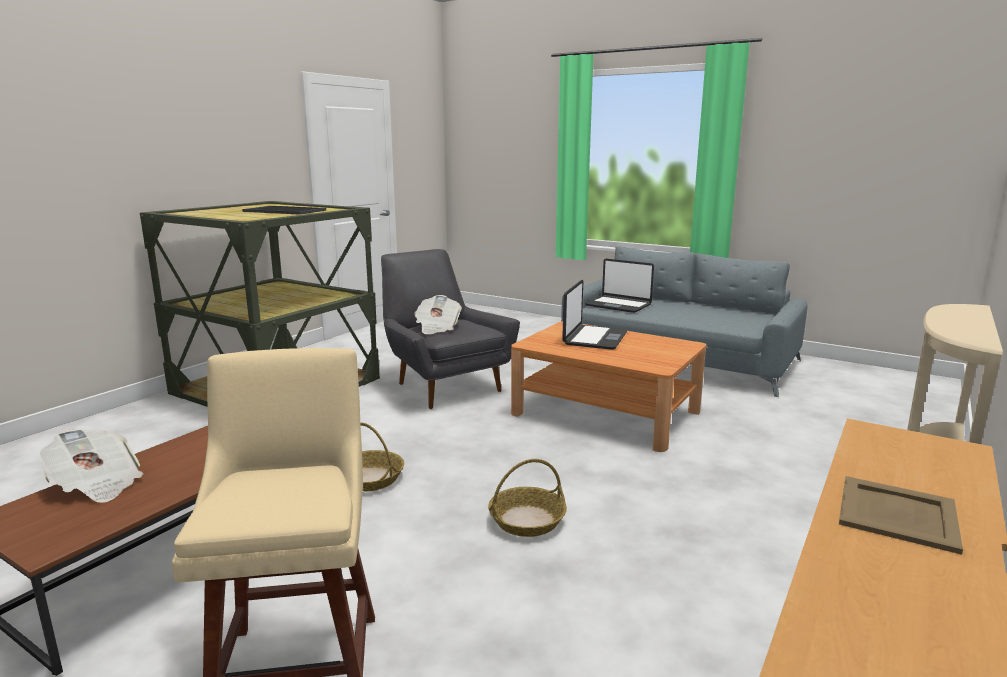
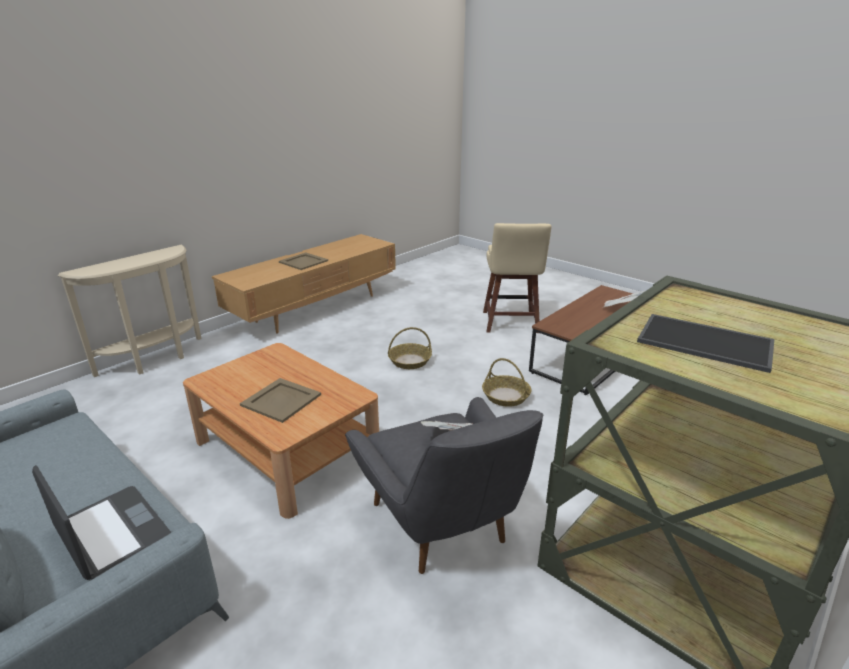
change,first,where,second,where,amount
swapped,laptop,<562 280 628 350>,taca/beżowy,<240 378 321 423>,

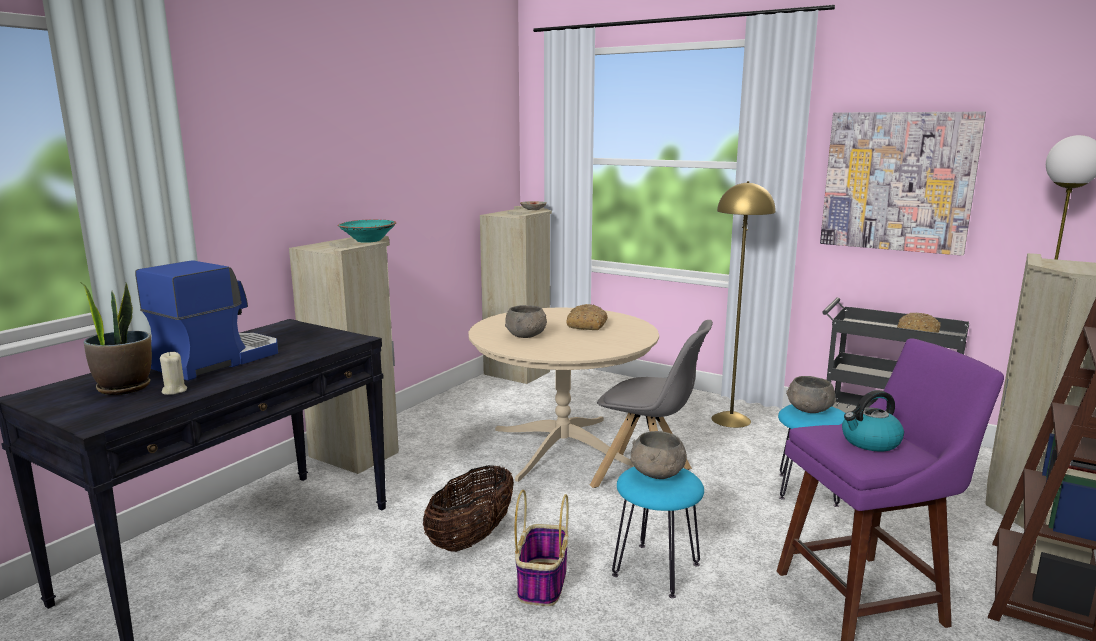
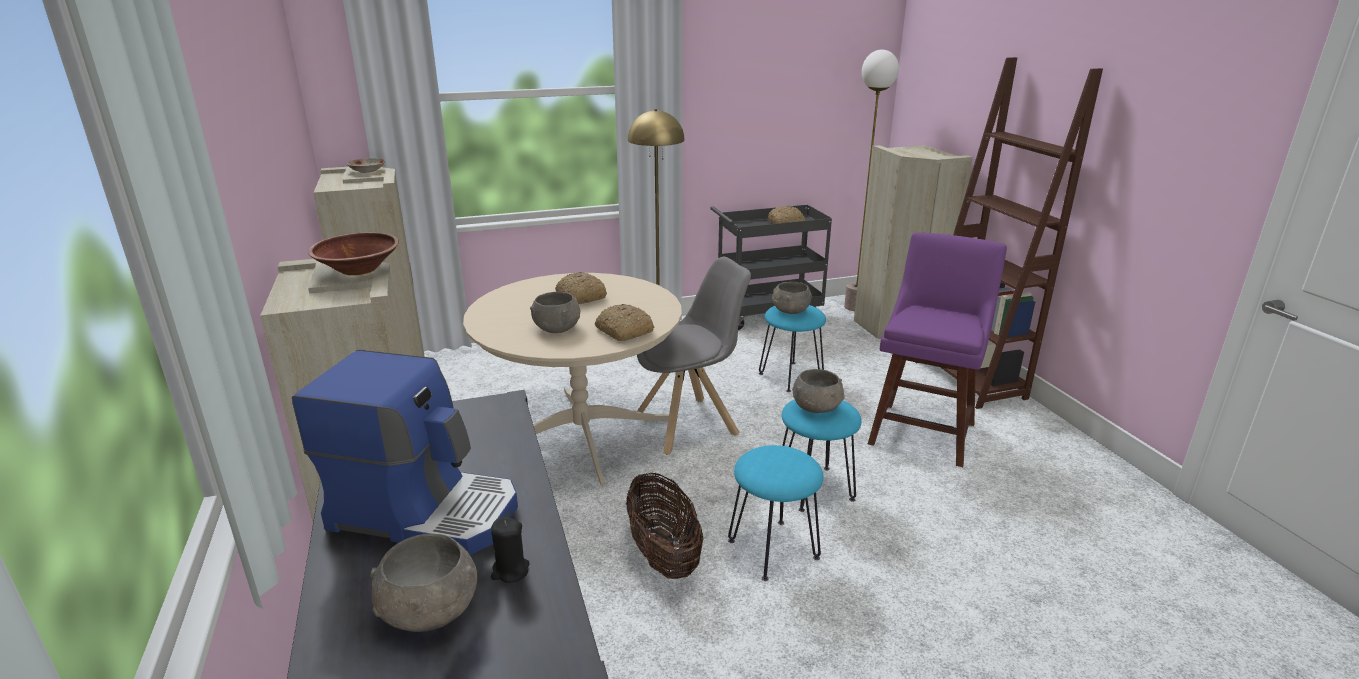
change,first,where,second,where,amount
rotated,ekspres do kawy,<135 260 278 381>,,<292 350 518 555>,120 degrees clockwise
repainted,miska/turkusowy,<338 220 397 243>,miska/brązowy,<308 232 399 275>,
swapped,roślina doniczkowa,<80 282 152 395>,miska/szary,<370 534 477 632>,
repainted,świeca/beżowy,<160 352 187 395>,świeca/czarny,<491 517 530 583>,
new,,,chleb,<595 304 654 341>,
swapped,koszyk,<515 490 568 606>,stołek/turkusowy,<728 445 823 581>,
gone,obraz,<820 112 986 256>,,,
gone,czajnik,<842 390 904 451>,,,

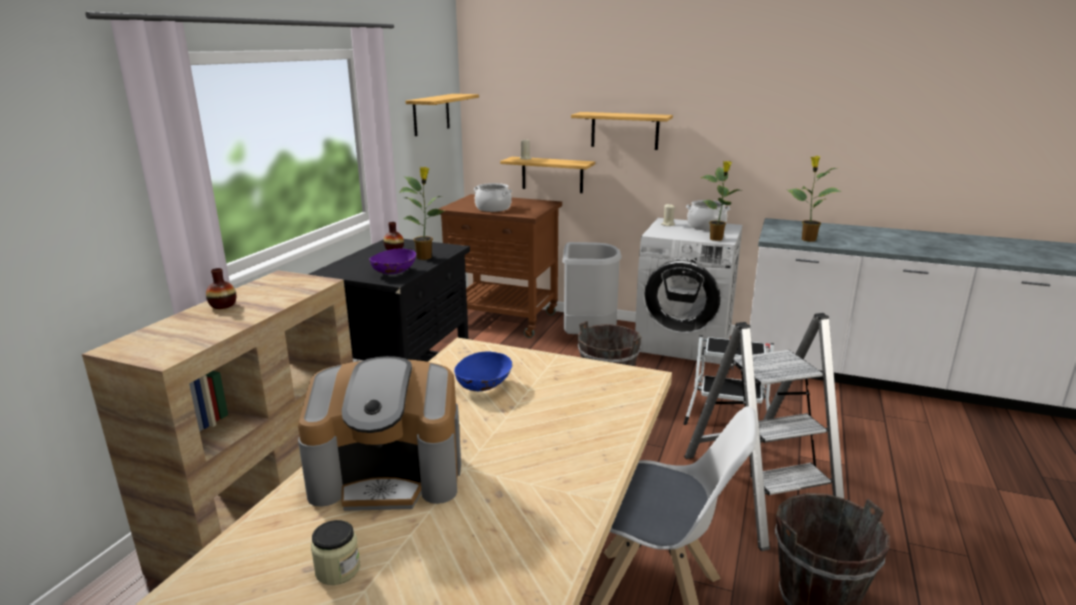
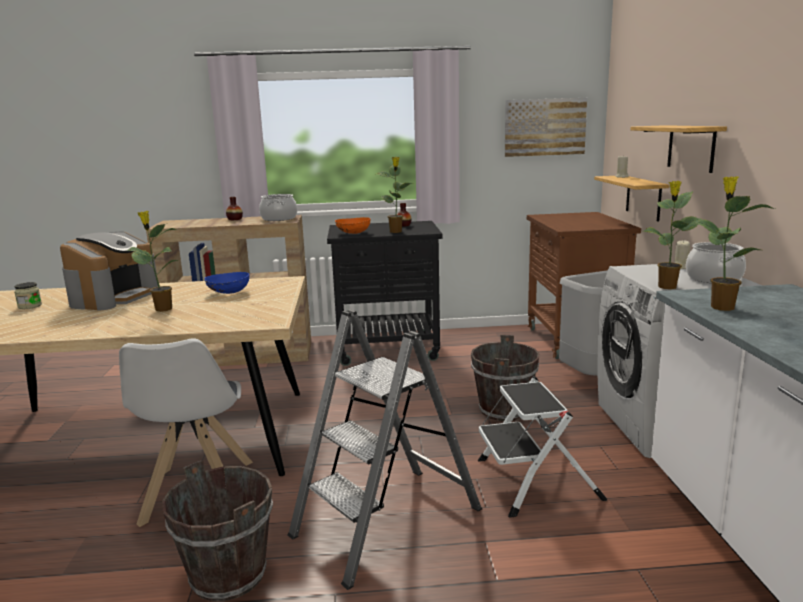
change,first,where,second,where,amount
rotated,ekspres do kawy,<298 356 461 511>,,<60 232 158 310>,135 degrees counterclockwise
new,,,roślina doniczkowa,<126 211 178 312>,
shifted,garnek,<474 183 512 212>,,<259 194 297 221>,
repainted,miska/fioletowy,<370 249 416 274>,miska/pomarańczowy,<335 217 371 234>,
swapped,półka,<405 94 479 136>,obraz,<505 98 587 157>,

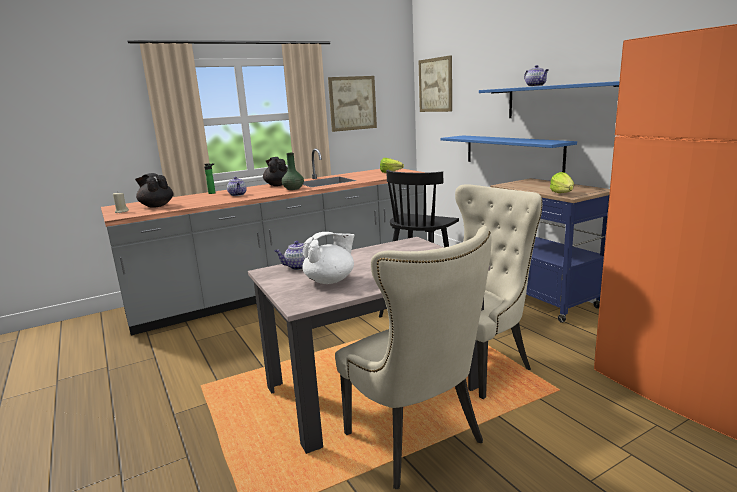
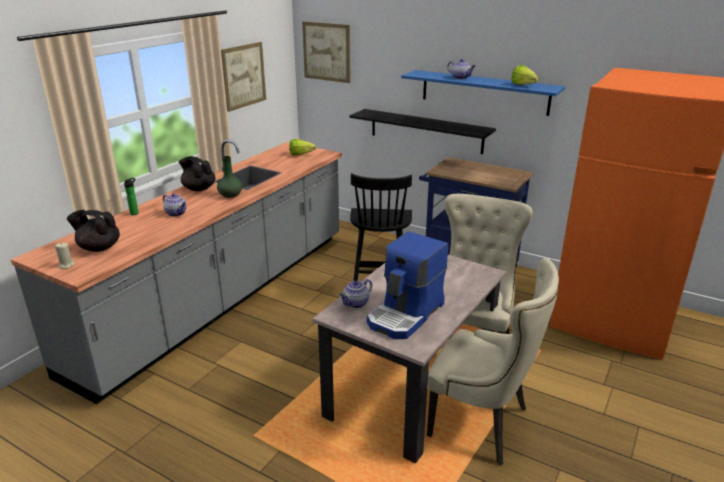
change,first,where,second,where,amount
repainted,półka/niebieski,<441 135 577 173>,półka/czarny,<350 109 496 154>,
swapped,imbryk/biały,<302 232 354 284>,ekspres do kawy,<367 231 448 339>,
shifted,sałata,<550 172 574 193>,,<511 65 538 85>,

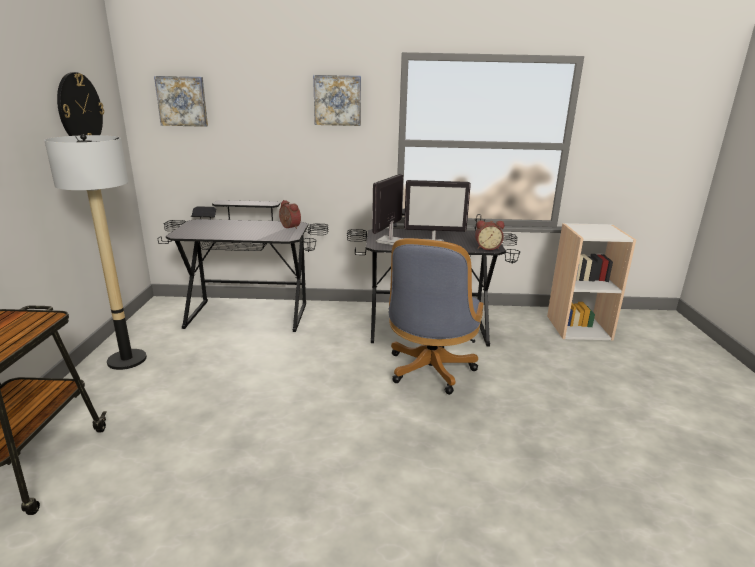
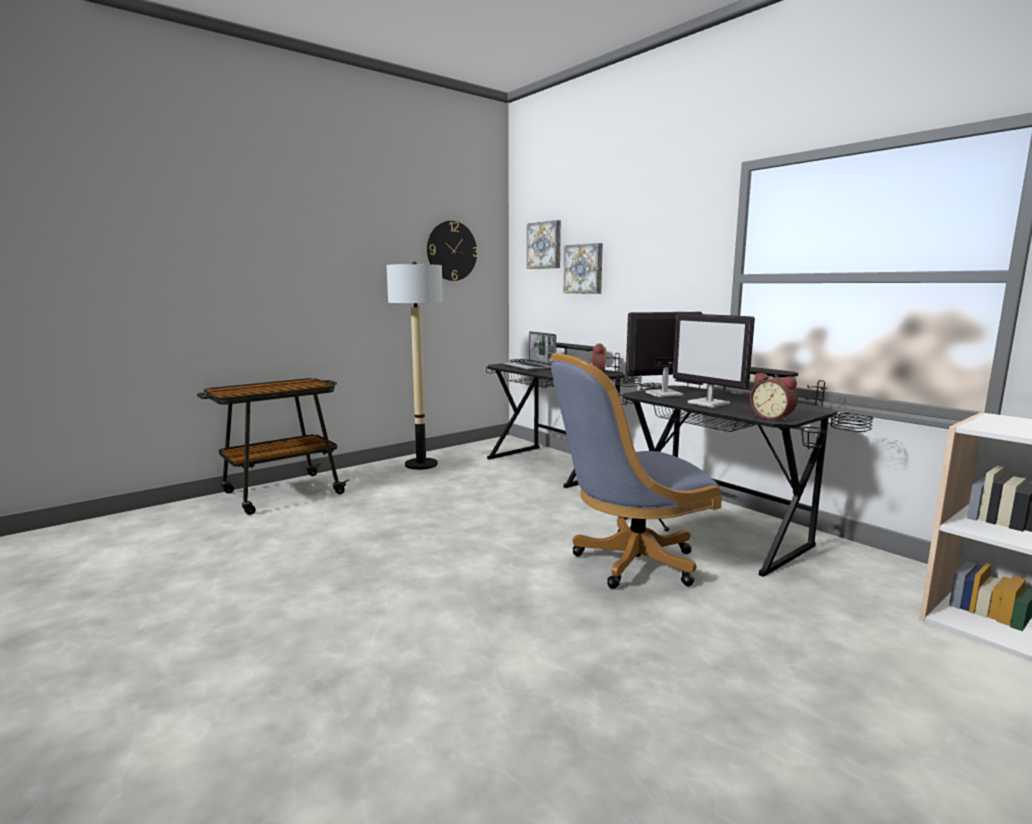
change,first,where,second,where,amount
new,,,laptop,<503 331 556 371>,
shifted,obraz,<313 75 361 126>,,<564 243 603 294>,

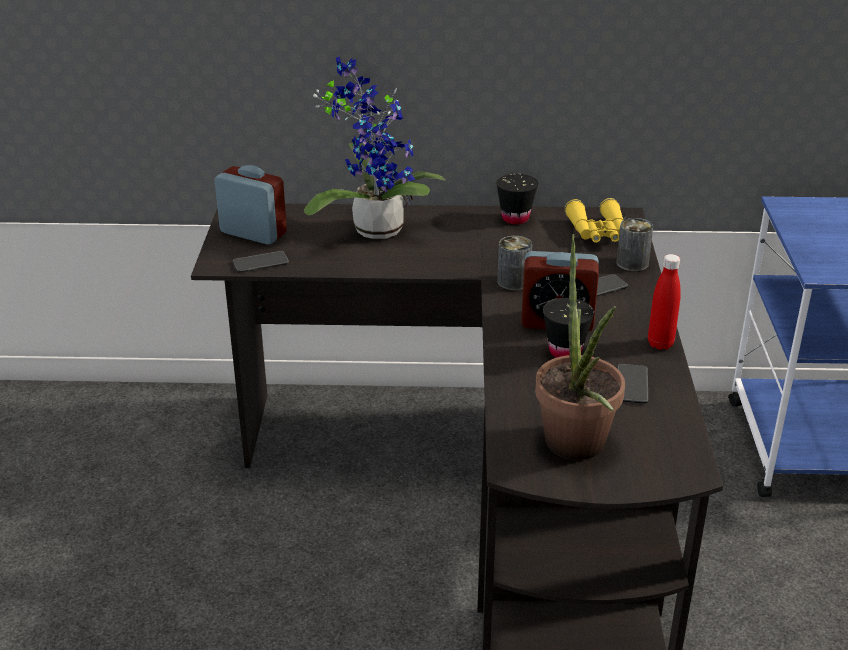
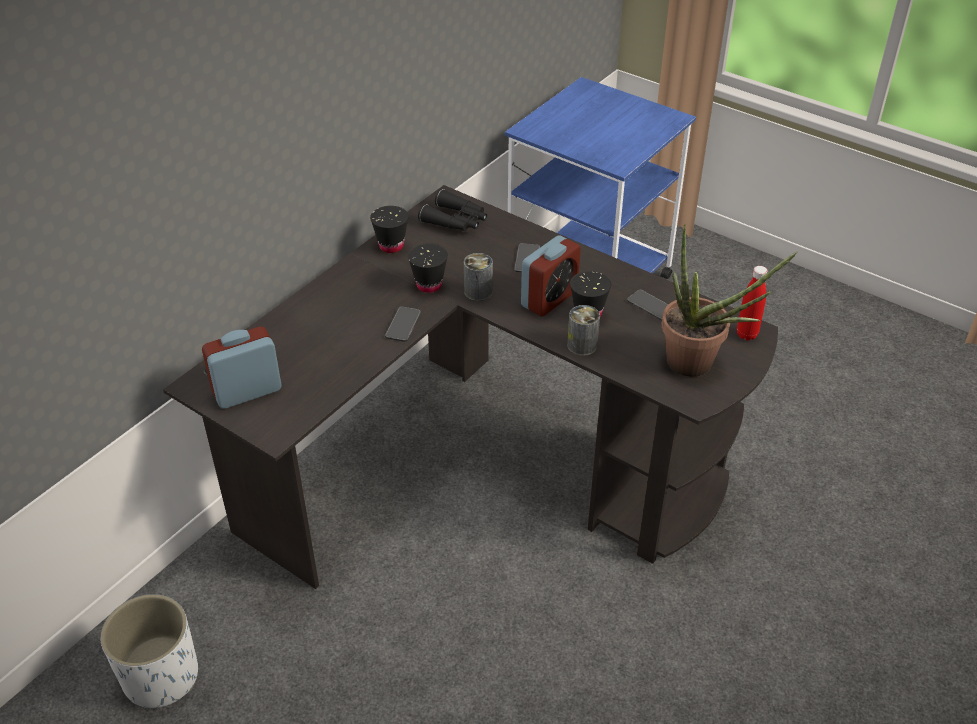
change,first,where,second,where,amount
new,,,donica/biały,<101 594 198 708>,
shifted,telefon,<233 251 289 273>,,<385 307 421 342>,
new,,,filiżanka/czarny,<408 243 448 293>,
repainted,lornetka/żółty,<565 198 623 243>,lornetka/czarny,<418 189 487 231>,
shifted,puszka,<616 218 653 271>,,<567 305 600 356>,
shifted,butelka/czerwony,<648 254 681 350>,,<737 266 767 340>,
gone,roślina doniczkowa,<304 57 445 239>,,,

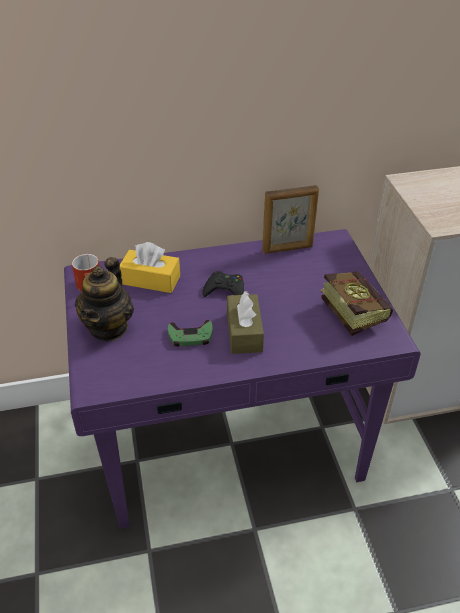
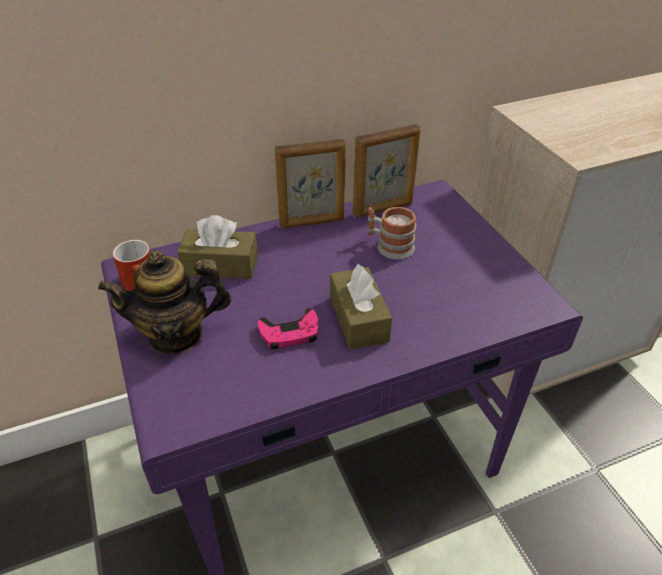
change,first,where,second,where,amount
rotated,imbryk,<75 257 134 341>,,<98 251 232 355>,75 degrees clockwise
repainted,pudełko chusteczek/żółty,<120 242 180 293>,pudełko chusteczek/brązowy,<177 215 258 279>,
repainted,pad do gier/zielony,<168 320 213 347>,pad do gier/różowy,<258 308 318 350>,
new,,,ramka na zdjęcie,<275 139 346 229>,
new,,,kubek,<367 207 416 260>,
gone,pad do gier/czarny,<202 271 244 297>,,,
gone,książka,<321 271 393 336>,,,

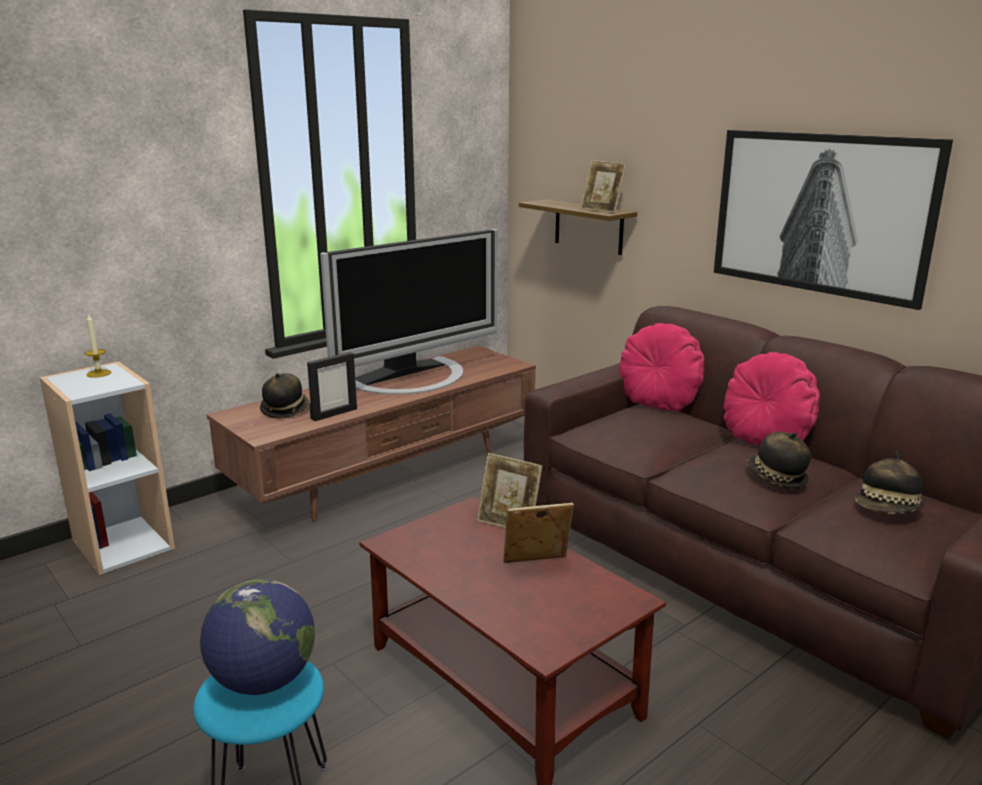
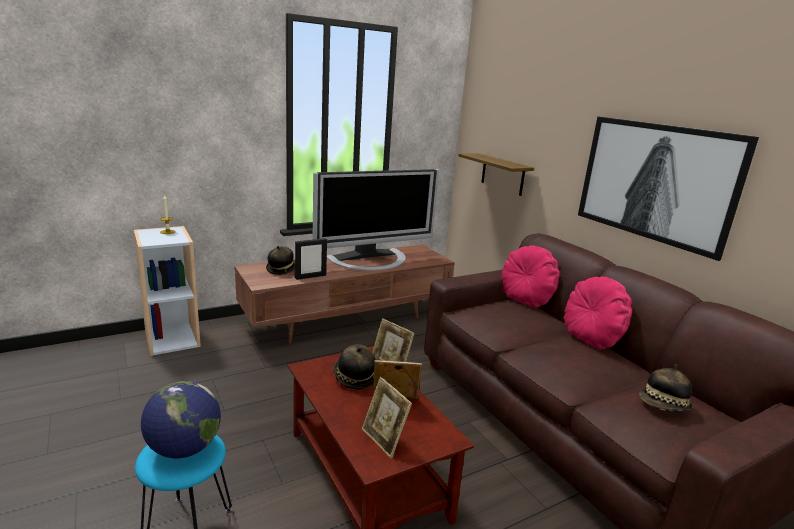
change,first,where,second,where,amount
shifted,kapelusz,<747 431 811 489>,,<333 344 375 390>,
shifted,ramka na zdjęcie,<580 160 627 213>,,<362 377 412 458>,

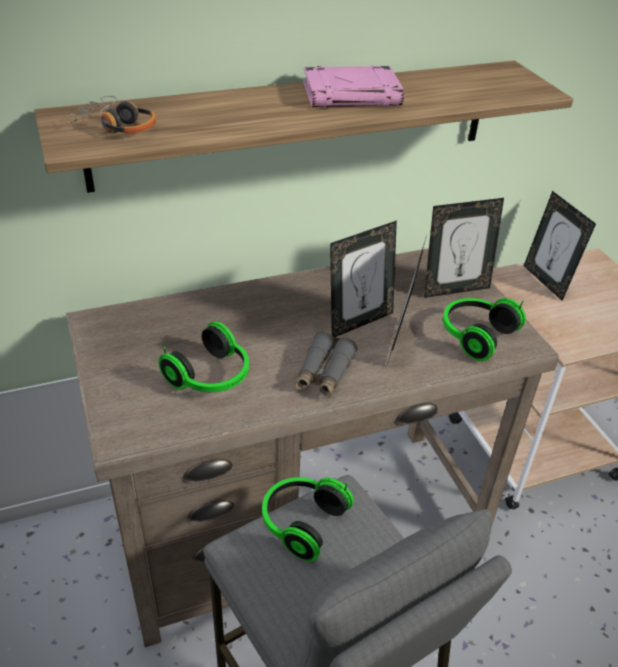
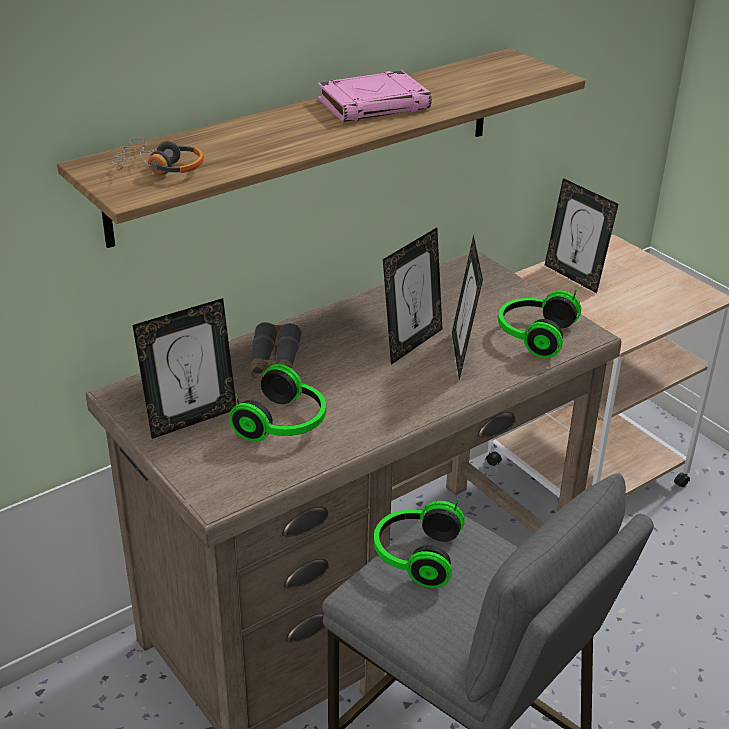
change,first,where,second,where,amount
shifted,ramka na zdjęcie,<424 198 504 298>,,<133 298 236 439>,
shifted,lornetka/szary,<295 332 357 398>,,<250 322 302 378>,

